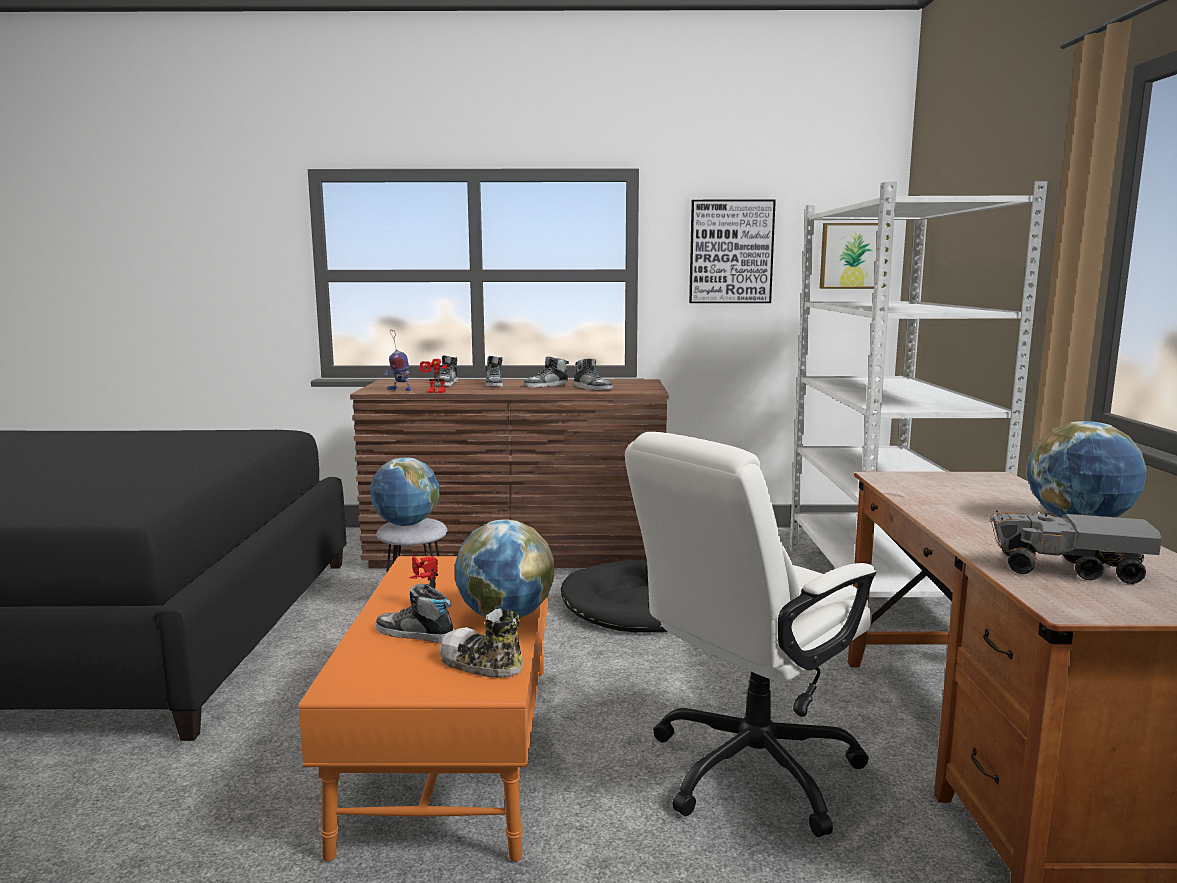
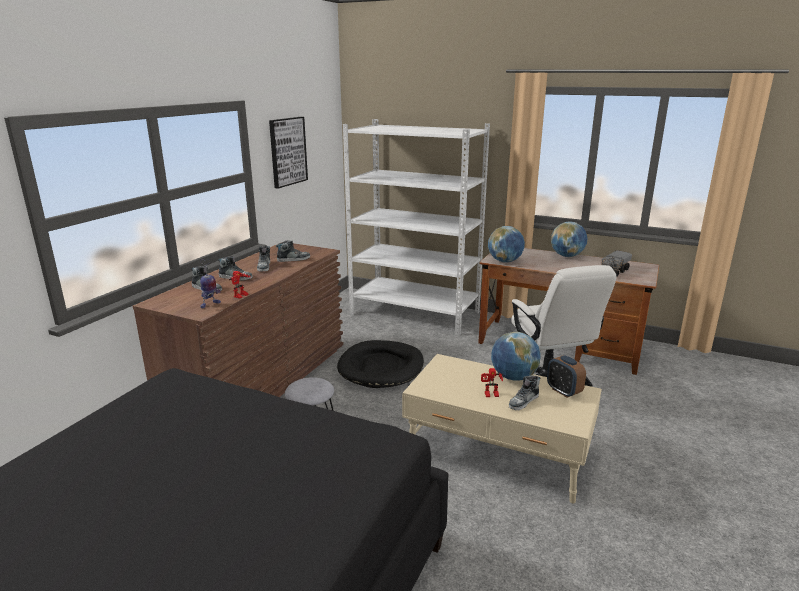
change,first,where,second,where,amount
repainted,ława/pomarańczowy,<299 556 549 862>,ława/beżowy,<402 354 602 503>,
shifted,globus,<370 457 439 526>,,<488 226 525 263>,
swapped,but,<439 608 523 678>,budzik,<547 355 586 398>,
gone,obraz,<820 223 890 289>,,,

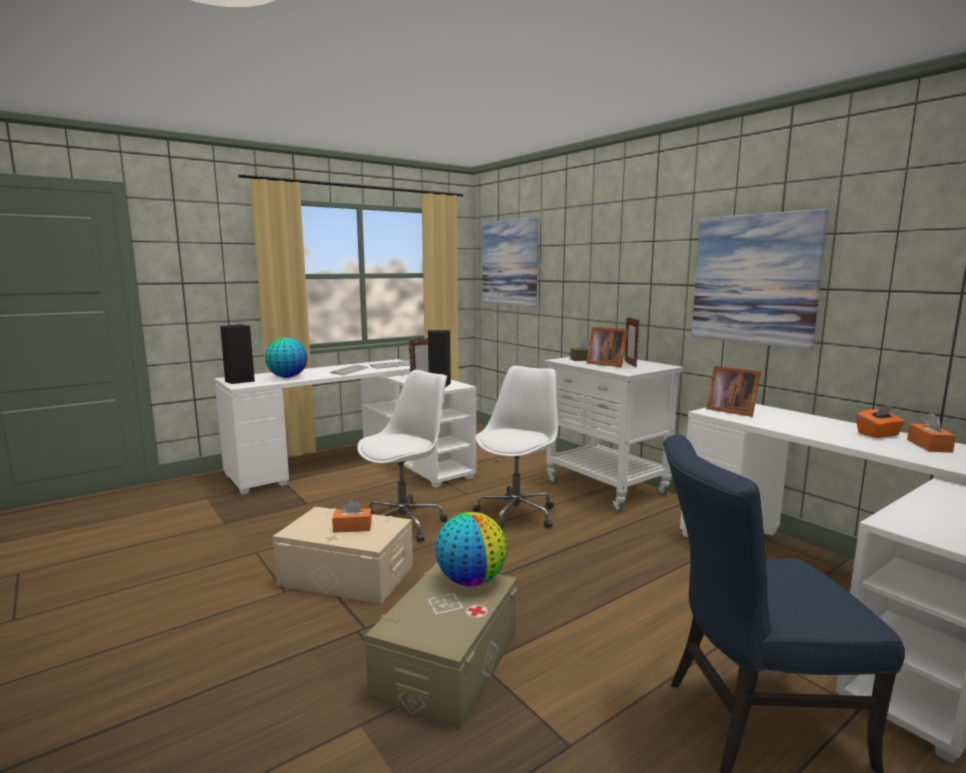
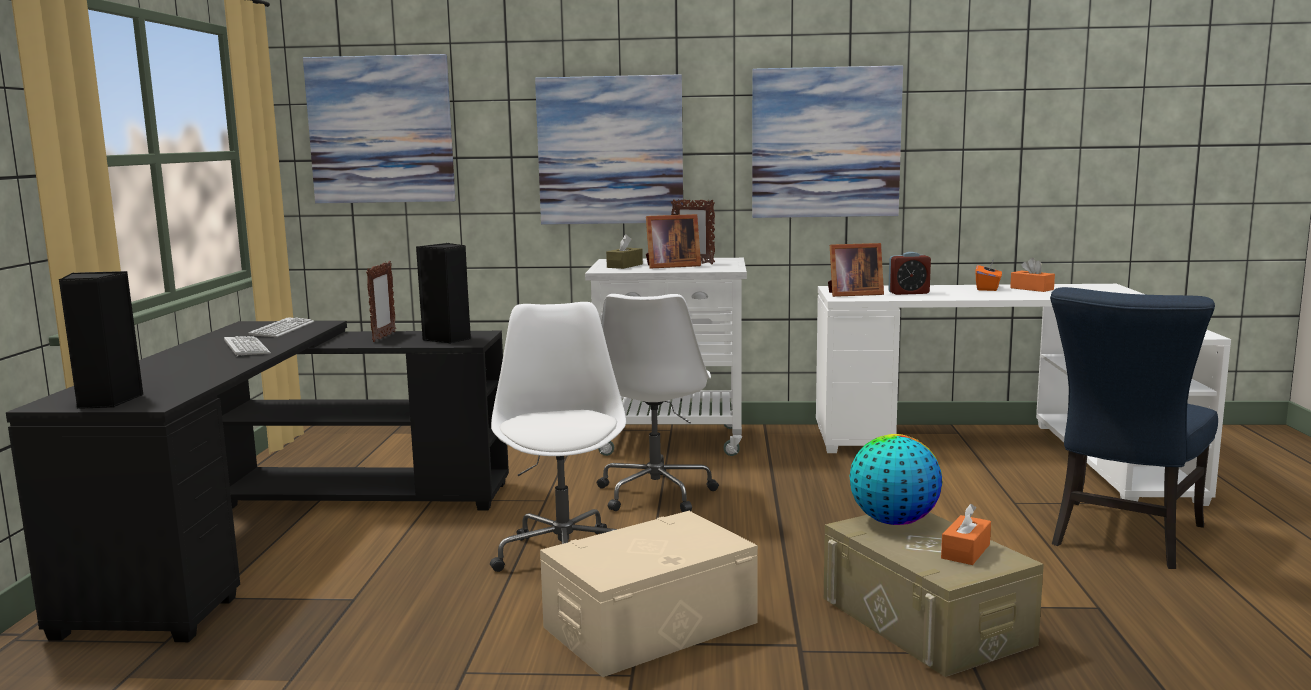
change,first,where,second,where,amount
repainted,biurko/biały,<214 359 476 495>,biurko/czarny,<6 321 509 642>,
new,,,obraz,<535 74 683 225>,
rotated,krzesło biurowe/biały,<473 366 558 531>,,<596 294 719 512>,150 degrees counterclockwise
new,,,budzik,<888 252 931 295>,
shifted,pudełko chusteczek/pomarańczowy,<332 499 372 533>,,<941 504 991 565>,
gone,globus,<265 337 308 378>,,,

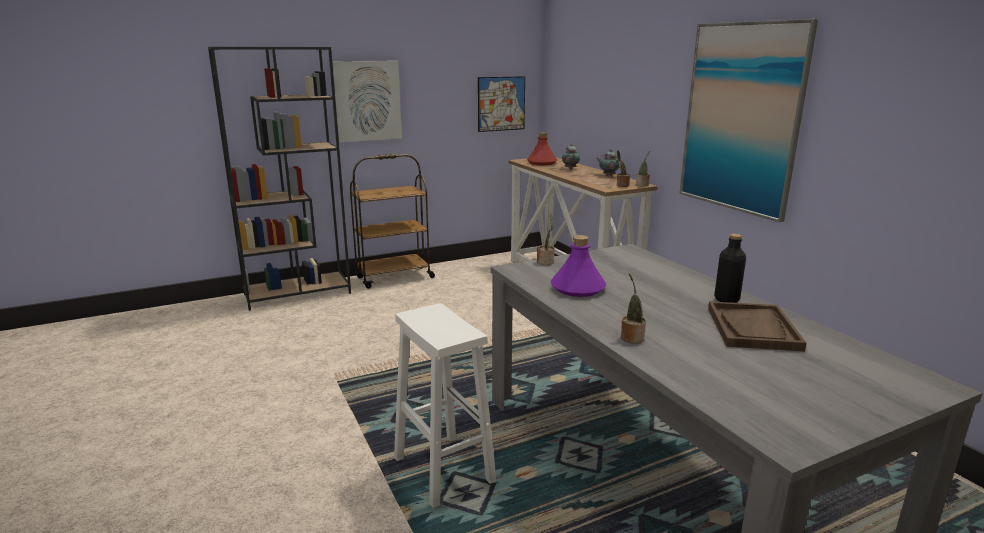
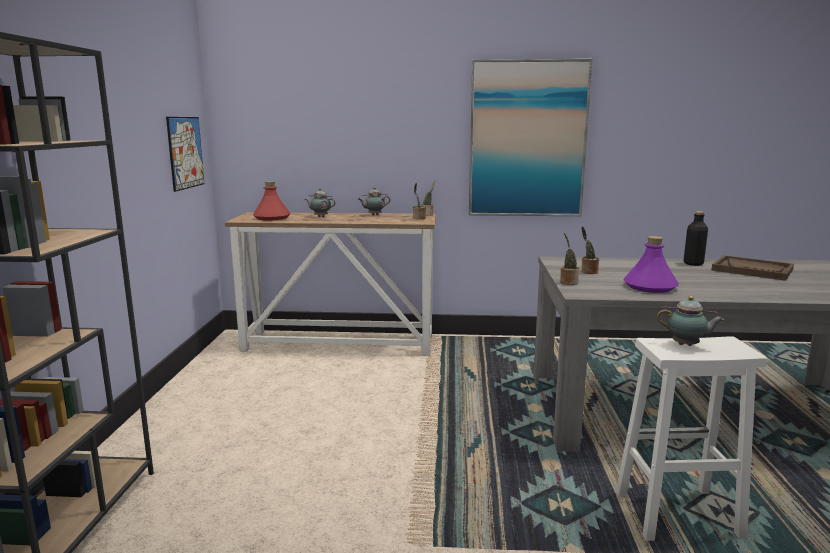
change,first,where,second,where,amount
shifted,roślina doniczkowa,<621 273 646 344>,,<581 226 599 274>,
new,,,imbryk,<657 296 724 346>,
gone,obraz,<333 61 402 142>,,,
gone,wózek/brązowy,<350 154 435 289>,,,

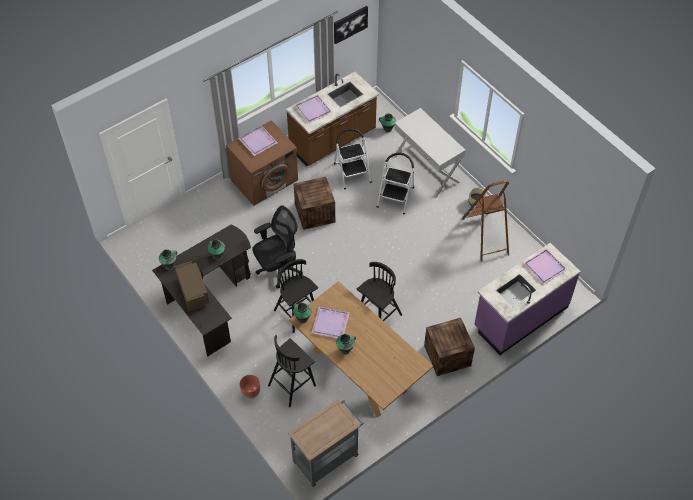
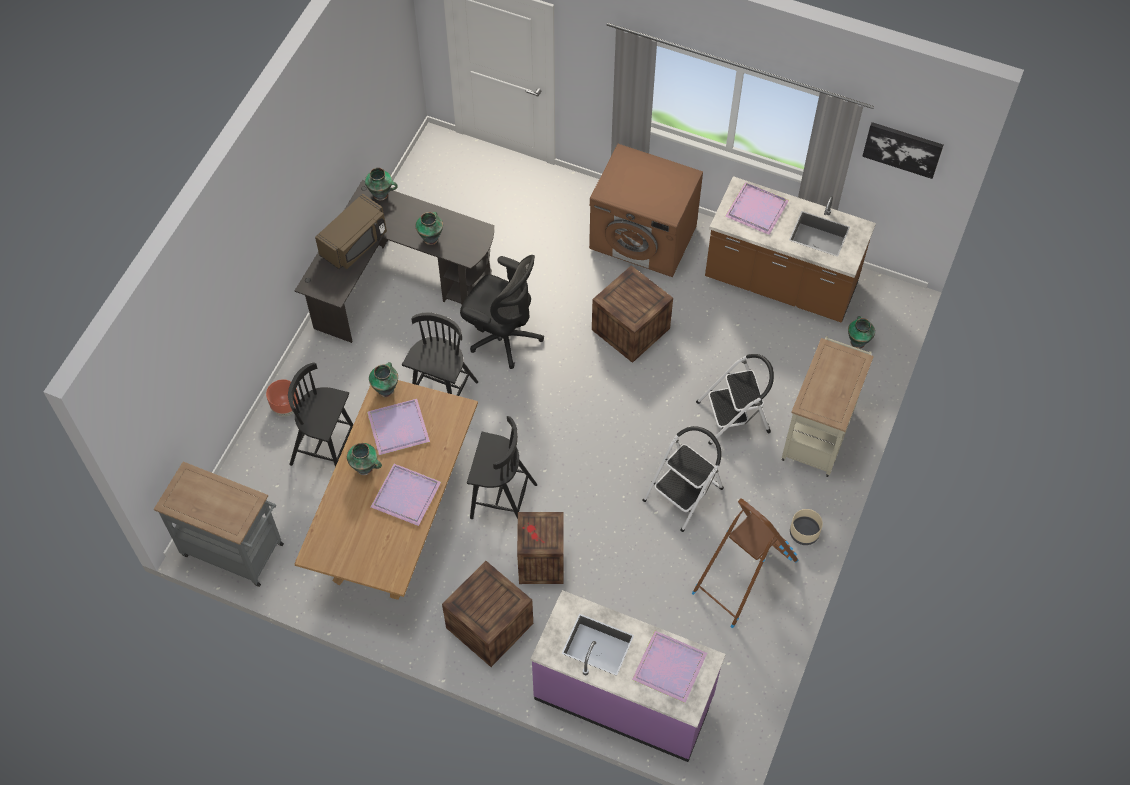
change,first,where,second,where,amount
shifted,taca/fioletowy,<239 126 278 156>,,<371 464 441 526>,
new,,,skrzynka,<517 512 563 584>,
shifted,drabinka,<334 128 372 189>,,<642 426 724 532>,
swapped,stolik konsolowy/biały,<394 108 466 198>,wózek/beżowy,<781 336 874 477>,

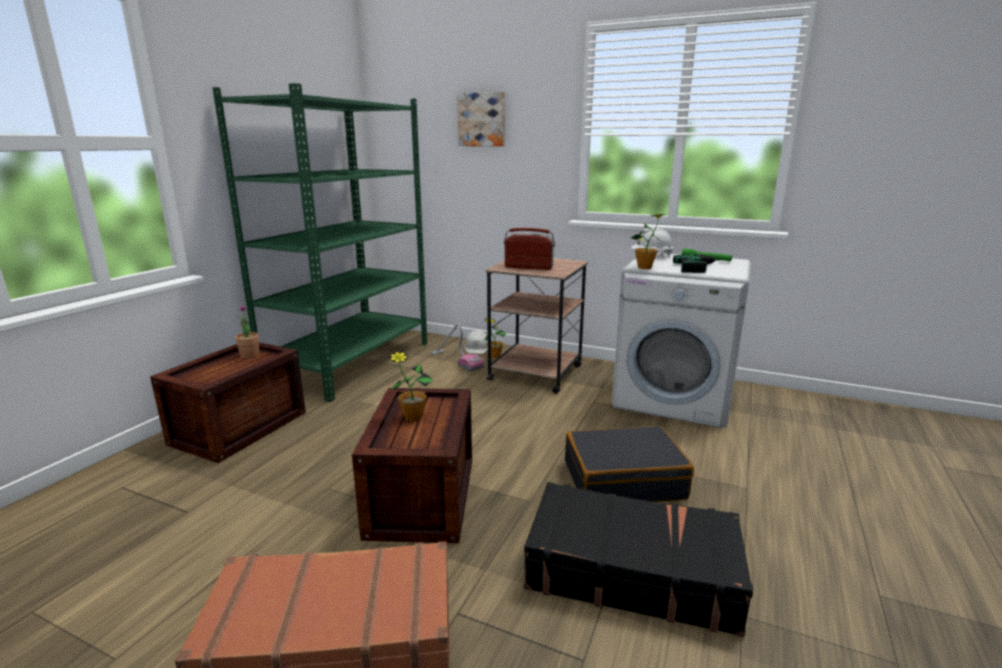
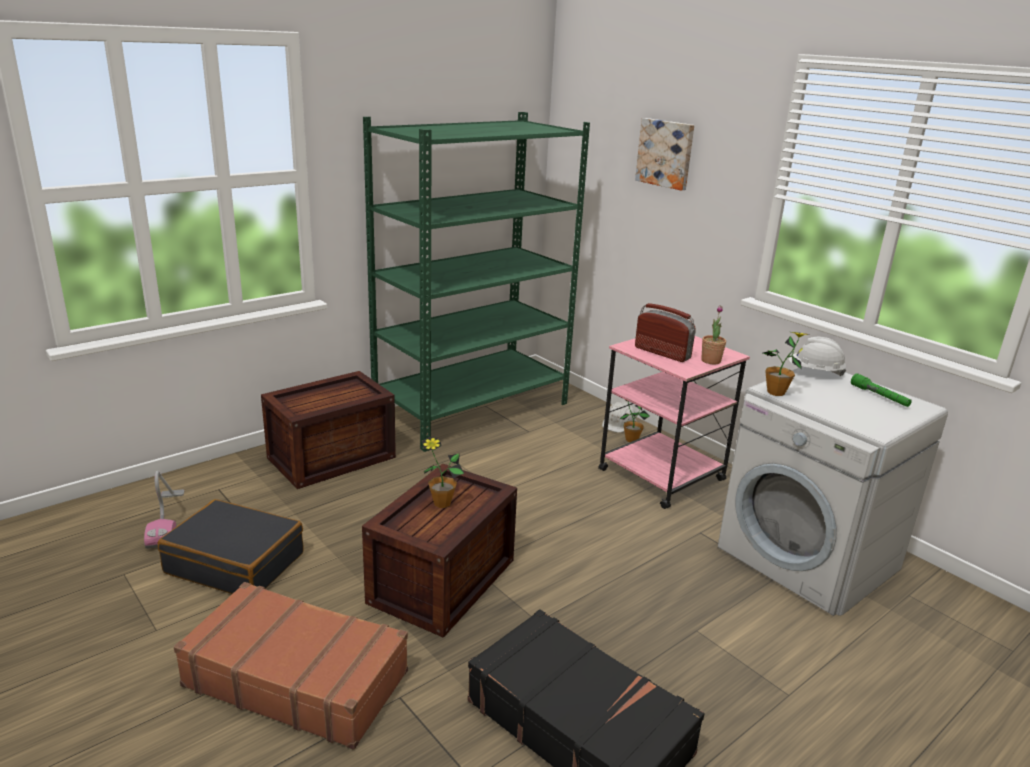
change,first,where,second,where,amount
shifted,odkurzacz,<430 324 484 372>,,<144 471 184 549>,
shifted,walizka/czarny,<565 426 694 502>,,<158 499 303 594>,
repainted,wózek/brązowy,<485 258 588 394>,wózek/różowy,<598 336 750 509>,
shifted,roślina doniczkowa,<235 304 259 359>,,<701 305 726 364>,
gone,wiertarka,<673 255 725 273>,,,

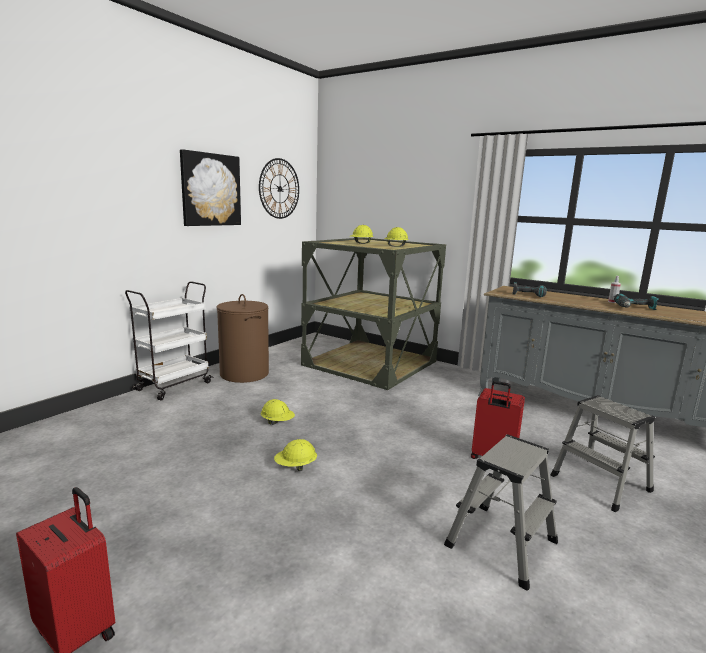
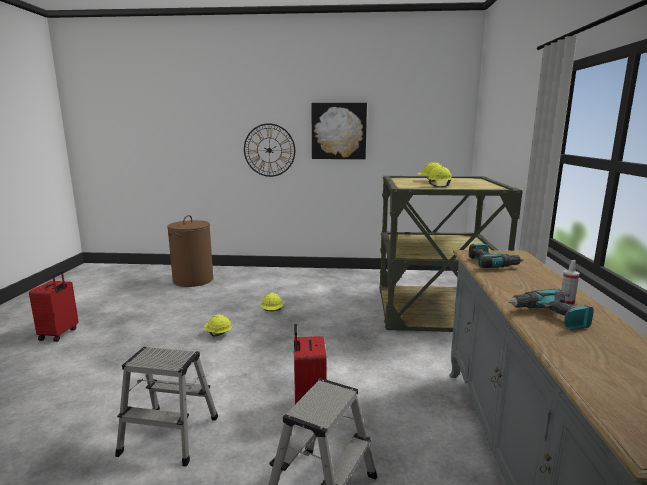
change,first,where,second,where,amount
shifted,kosz na pranie/brązowy,<217 294 269 383>,,<167 215 213 287>,
shifted,zegar ścienny,<259 158 299 219>,,<244 123 295 177>,
gone,wózek/biały,<125 281 213 400>,,,

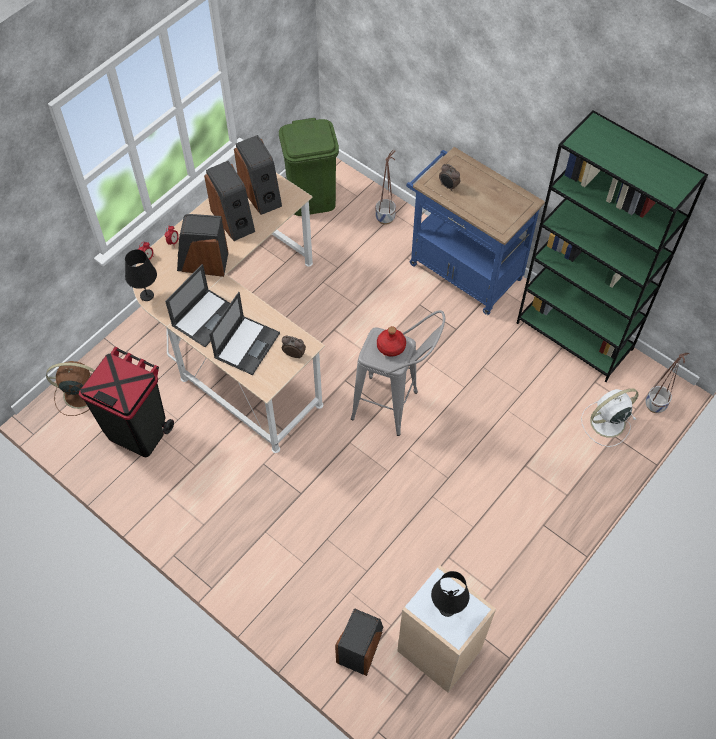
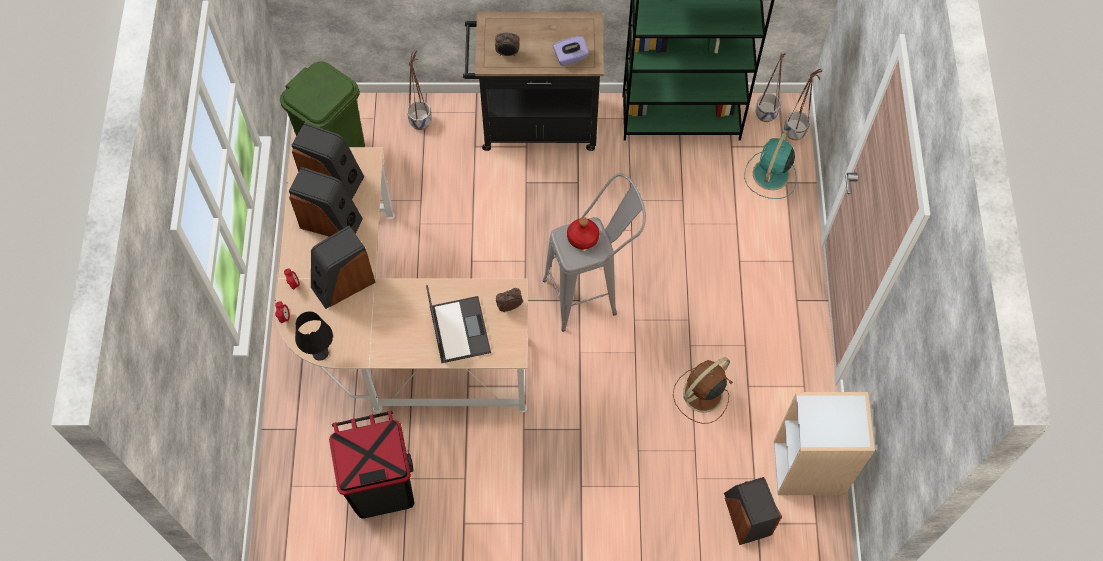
change,first,where,second,where,amount
repainted,wózek/niebieski,<406 147 545 316>,wózek/czarny,<463 12 604 151>,
new,,,pudełko chusteczek/fioletowy,<553 36 589 66>,
shifted,wentylator/brązowy,<46 361 95 416>,,<673 357 733 424>,
repainted,wentylator/biały,<581 388 639 447>,wentylator/turkusowy,<744 130 797 199>,
new,,,donica,<755 53 786 122>,
gone,laptop,<165 264 230 347>,,,
gone,lampa stołowa/czarny,<431 571 470 617>,,,

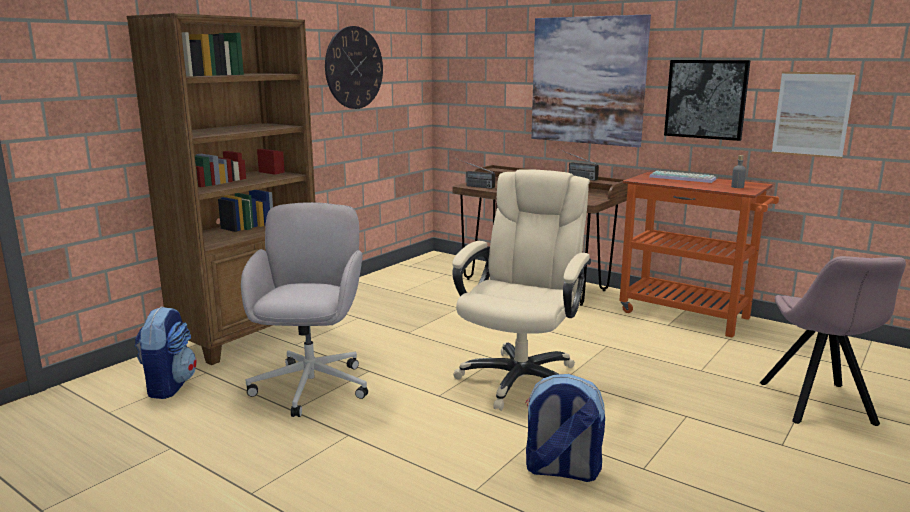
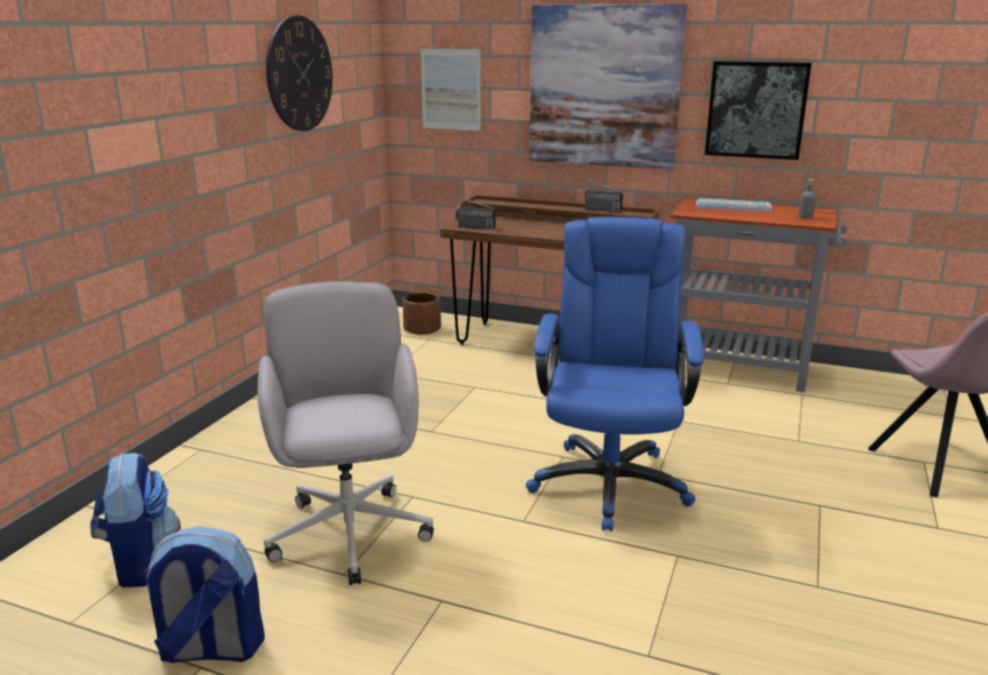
change,first,where,second,where,amount
shifted,plecak,<525 374 605 482>,,<143 526 265 663>,
new,,,donica/brązowy,<403 292 441 334>,
shifted,obraz,<772 72 856 159>,,<420 46 481 133>,
repainted,krzesło biurowe/beżowy,<452 169 591 411>,krzesło biurowe/niebieski,<526 217 704 531>,
repainted,wózek/pomarańczowy,<620 172 779 338>,wózek/szary,<671 199 848 392>,
gone,regał/brązowy,<127 13 315 365>,,,

